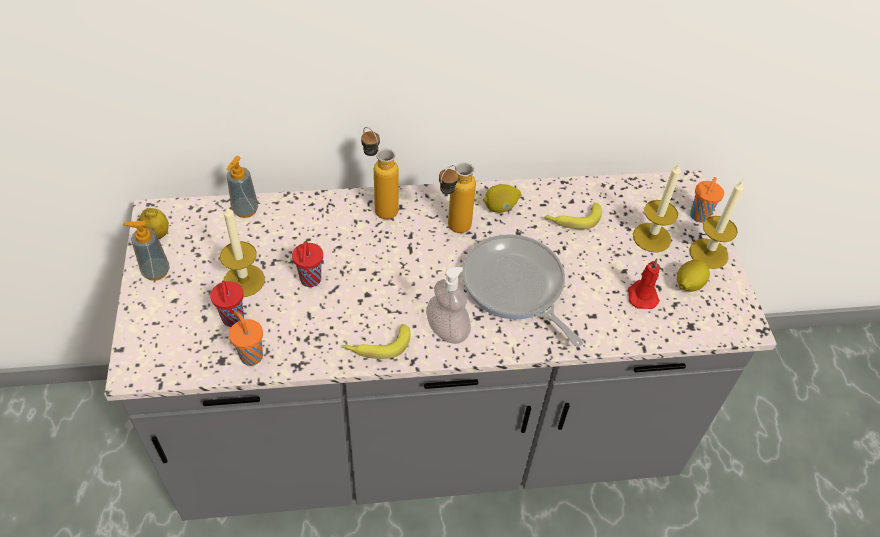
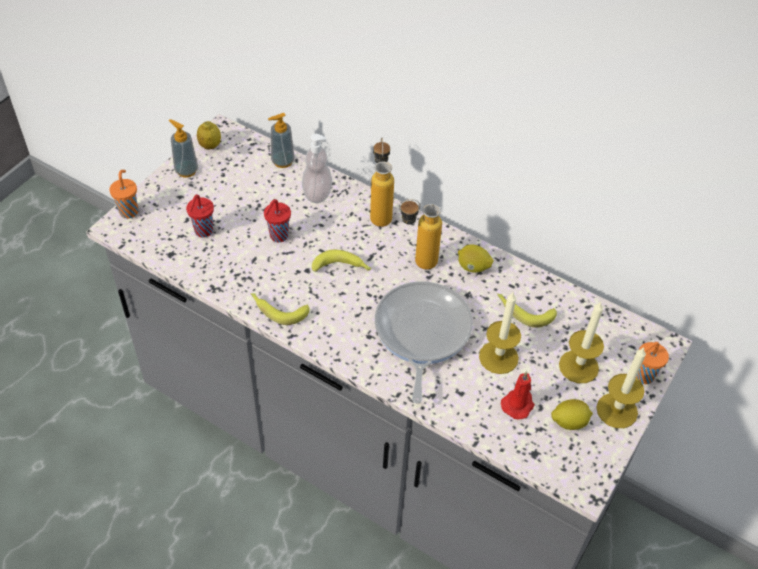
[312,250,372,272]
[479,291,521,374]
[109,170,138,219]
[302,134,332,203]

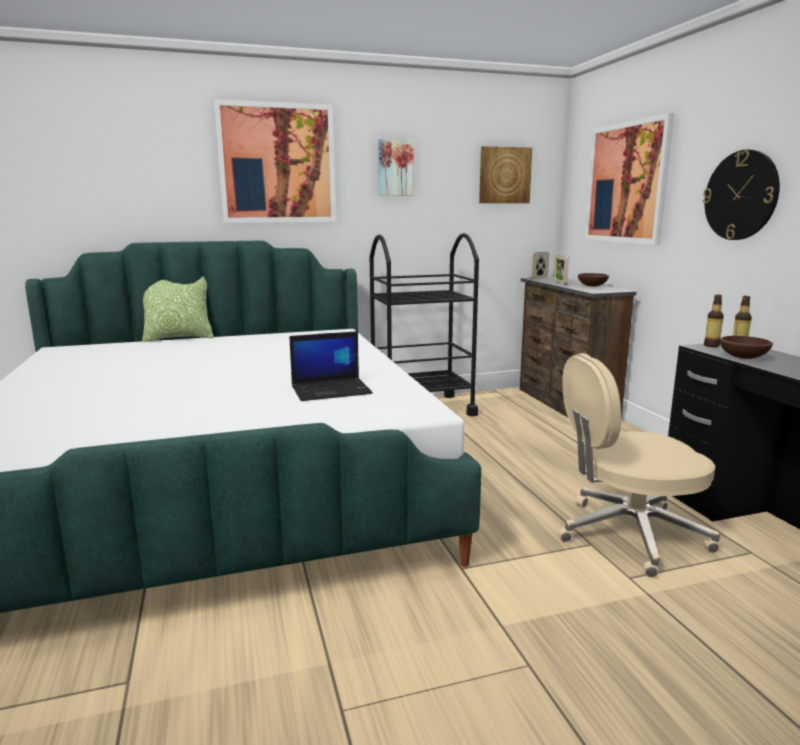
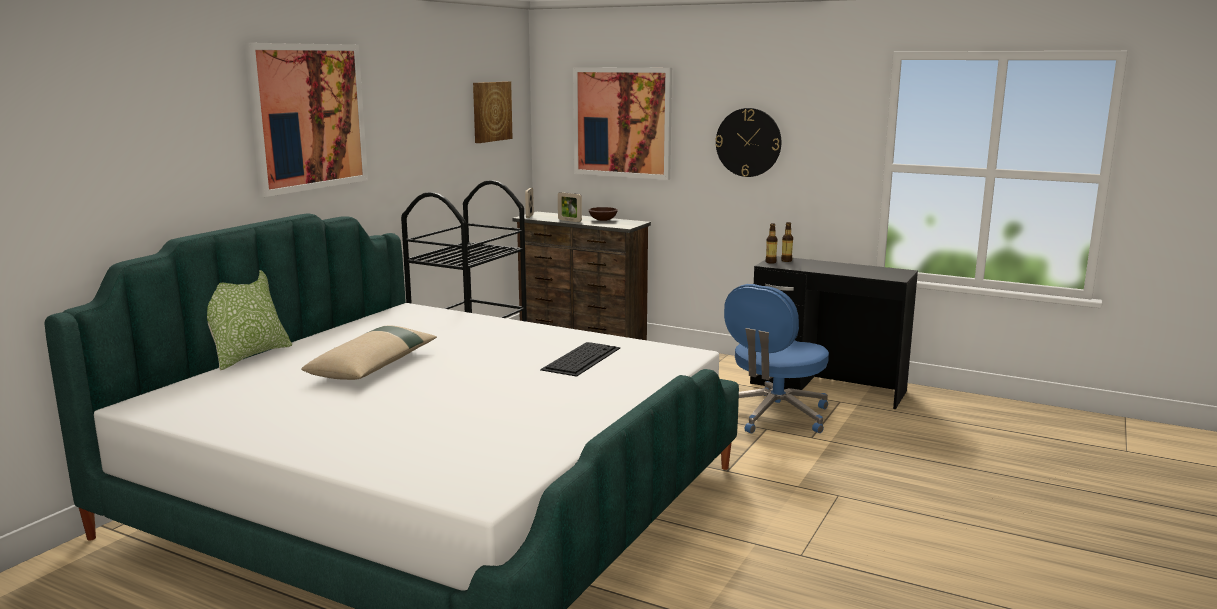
[378,139,414,196] (first image)
[719,336,773,359] (first image)
[301,325,437,380]
[540,342,620,377]
[724,284,829,434]

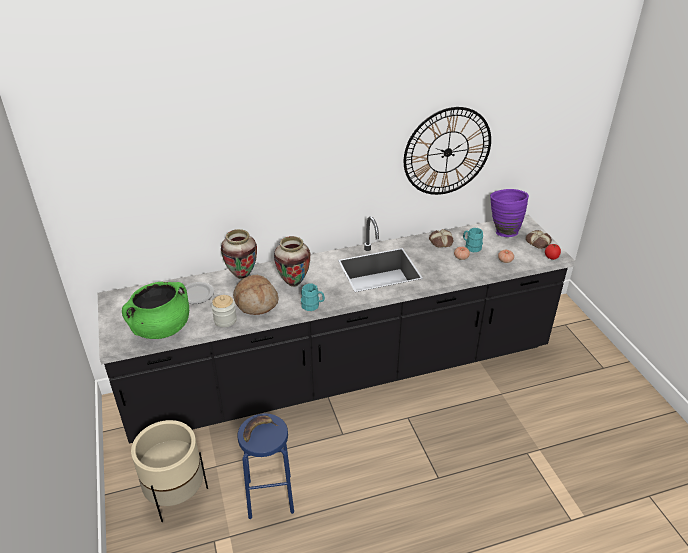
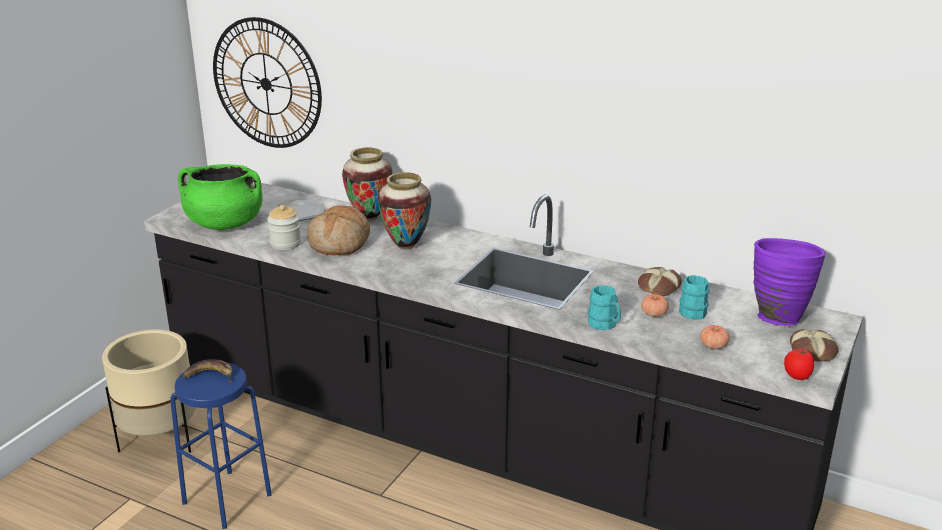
[587,285,621,330]
[213,17,322,148]

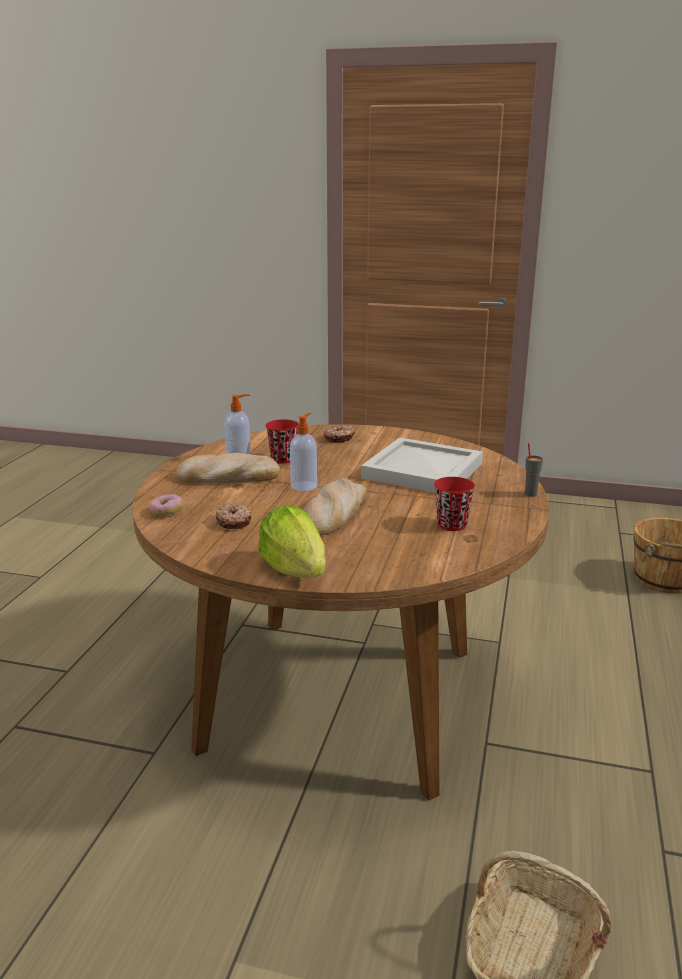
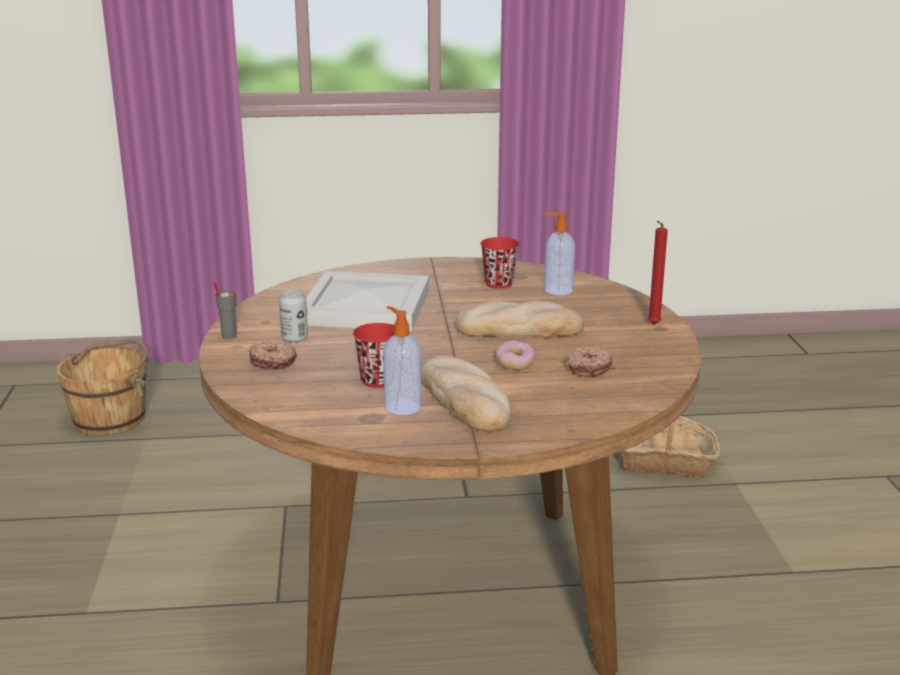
[279,289,308,343]
[495,340,535,370]
[544,212,575,295]
[214,282,237,339]
[648,221,668,324]

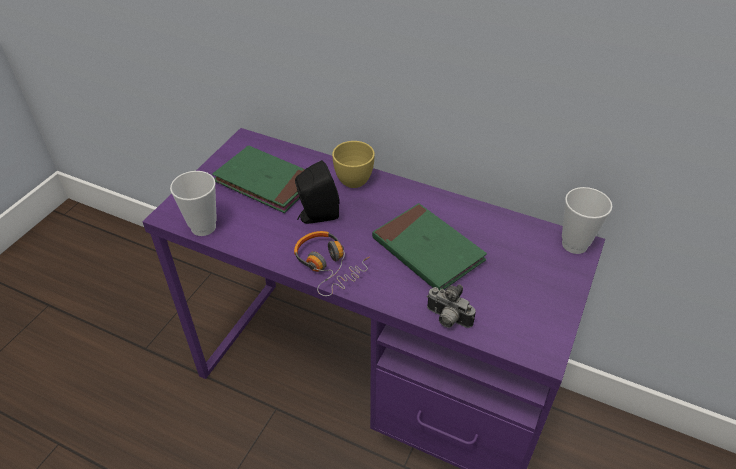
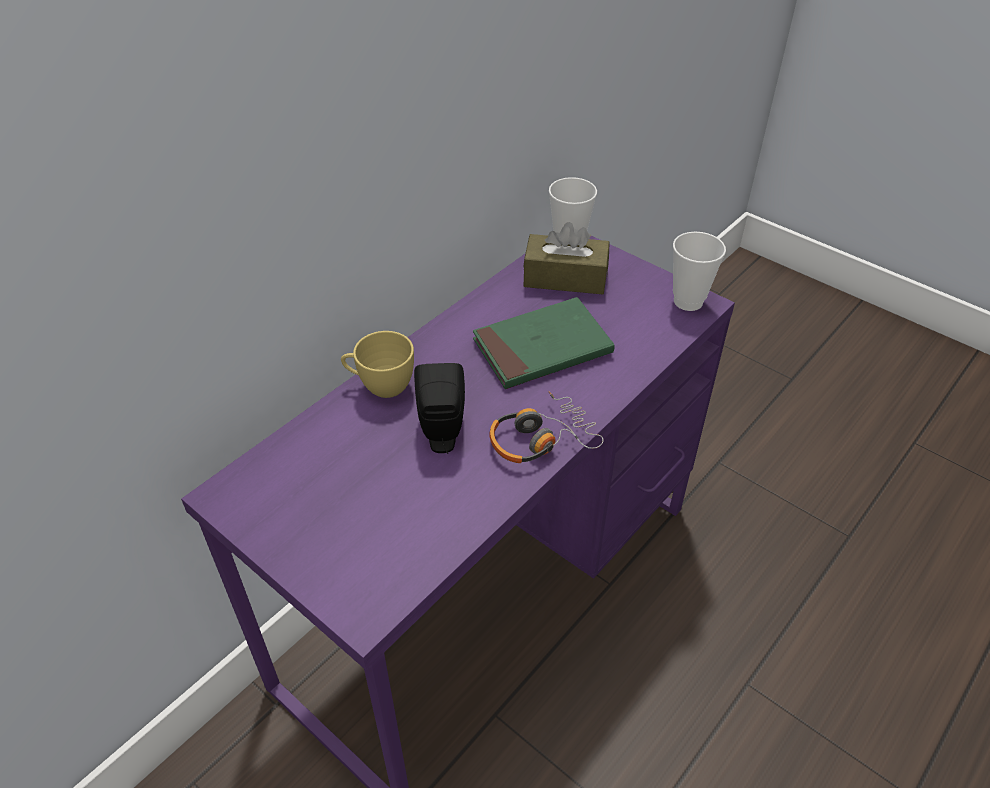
[212,145,305,213] (first image)
[427,284,476,328] (first image)
[523,222,610,295]
[673,232,726,311]

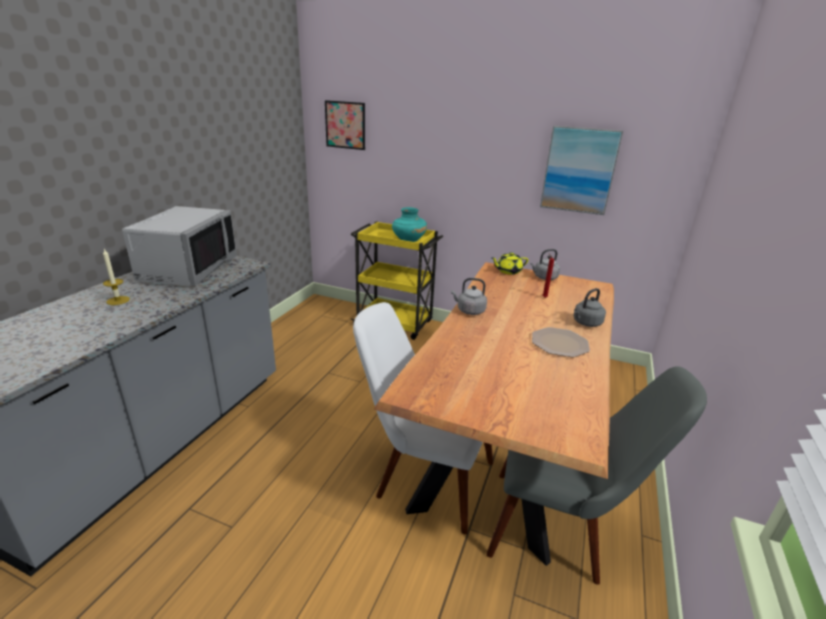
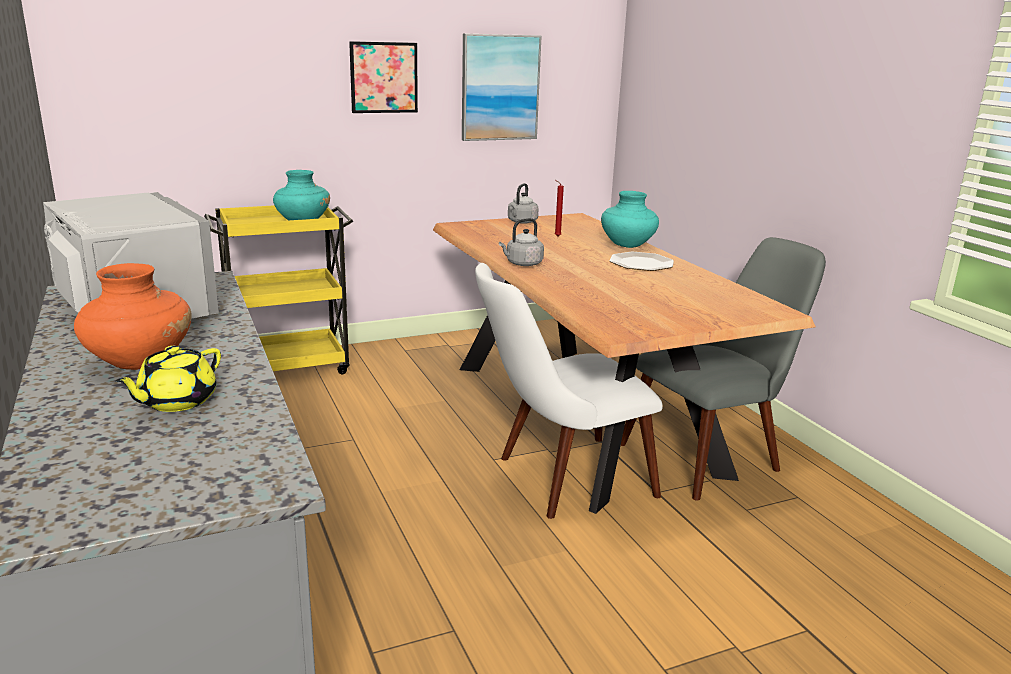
[349,41,418,113]
[115,346,221,412]
[74,263,192,370]
[601,191,659,248]

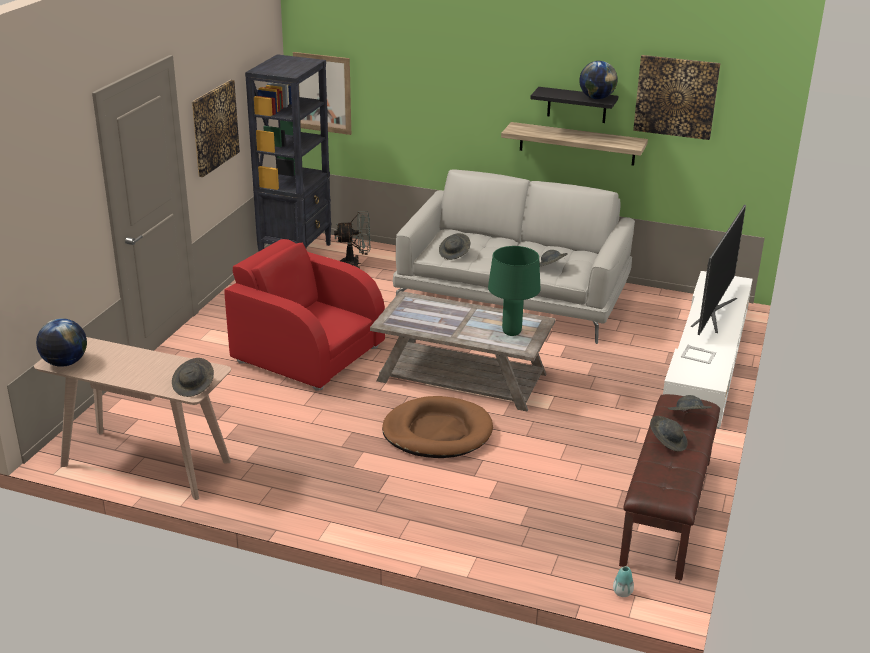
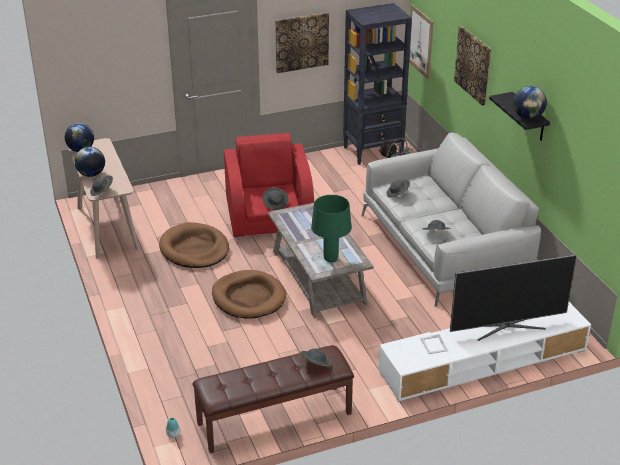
[501,122,648,166] (first image)
[75,147,105,177]
[159,222,229,268]
[454,26,491,106]
[262,187,288,210]

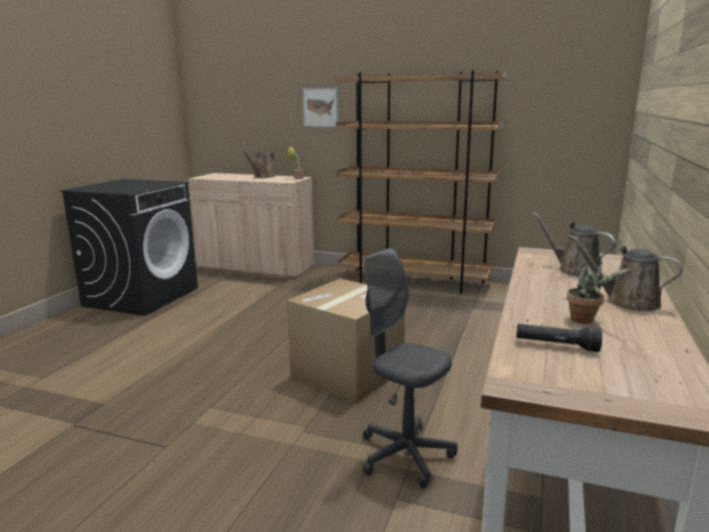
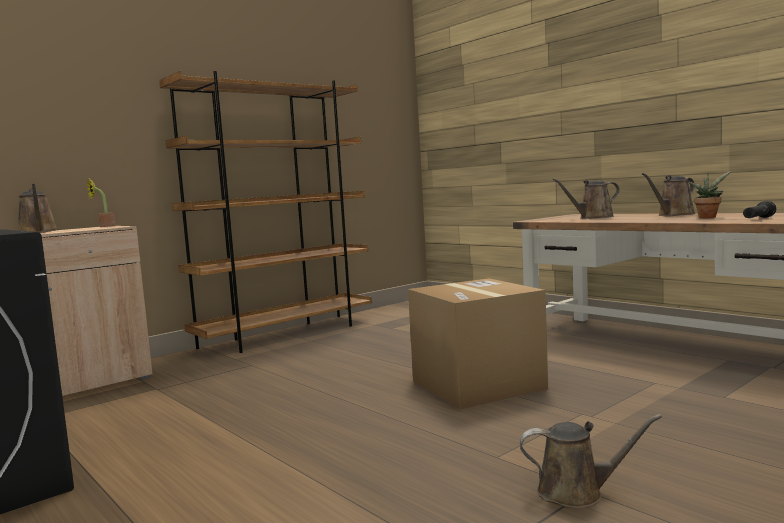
[302,88,338,127] (first image)
[362,248,458,489] (first image)
[520,414,662,509]

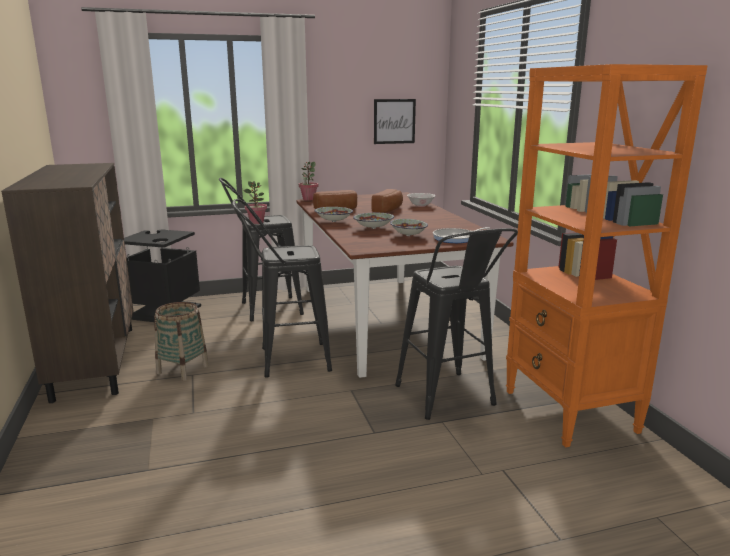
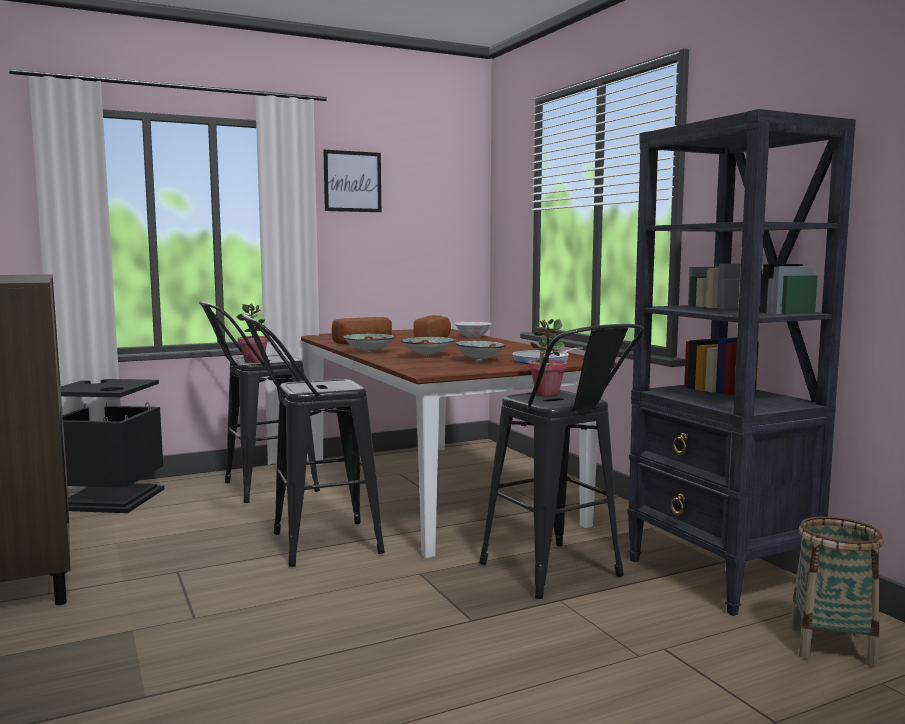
[790,516,884,667]
[528,319,567,395]
[323,150,381,212]
[627,109,856,616]

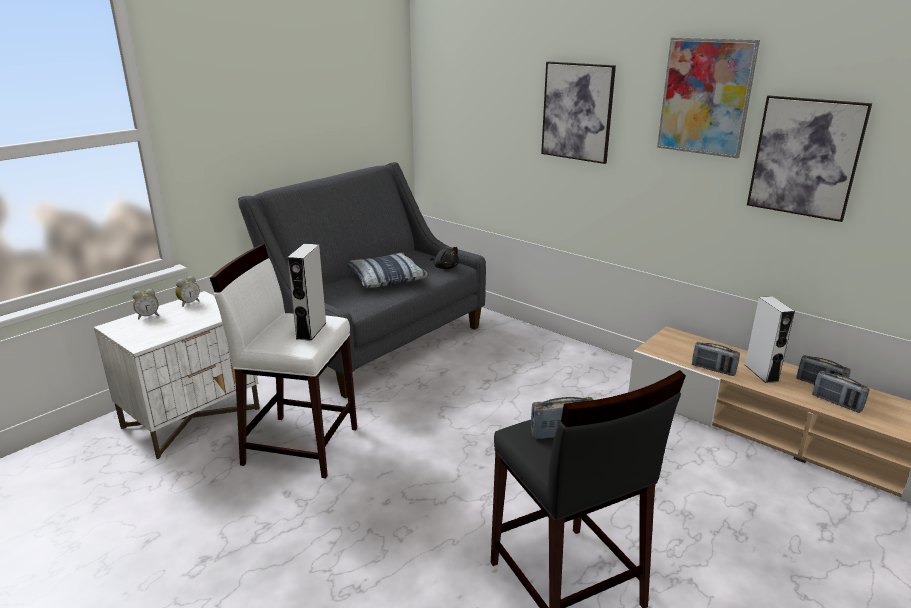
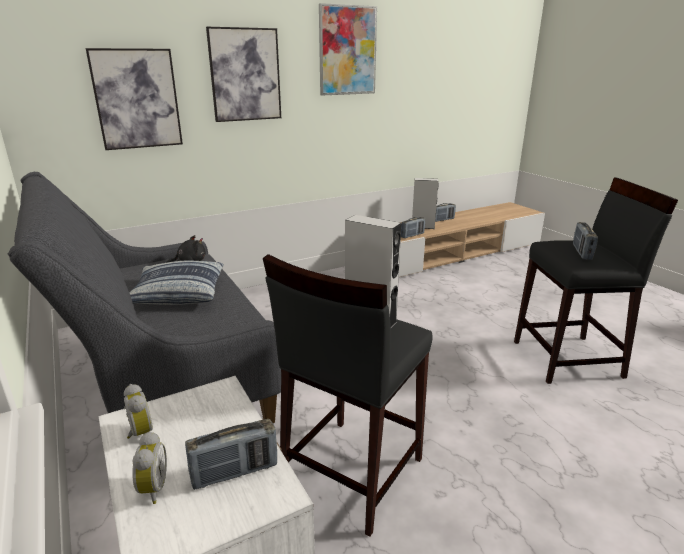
[86,48,183,150]
[185,419,277,490]
[263,254,432,537]

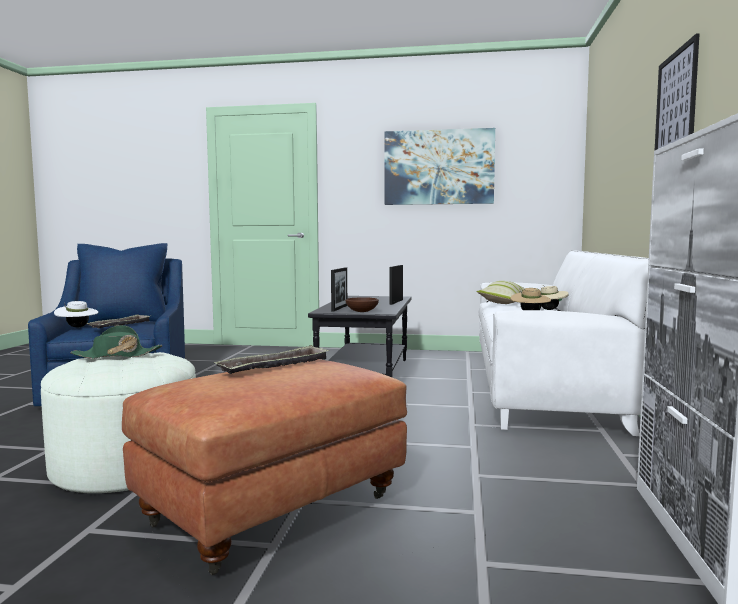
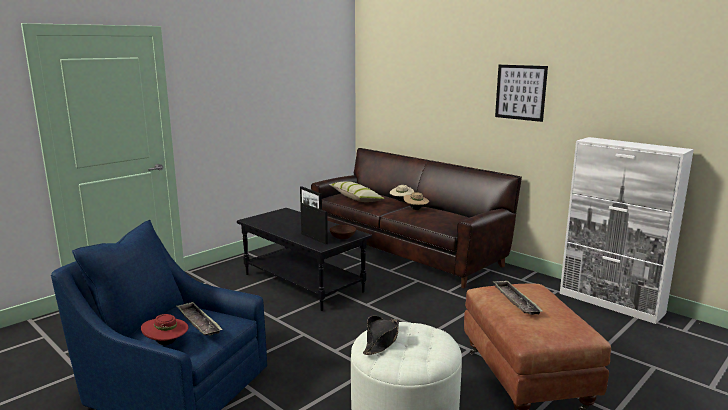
[384,128,495,205] (first image)
[141,314,189,345]
[363,315,399,355]
[311,148,522,288]

